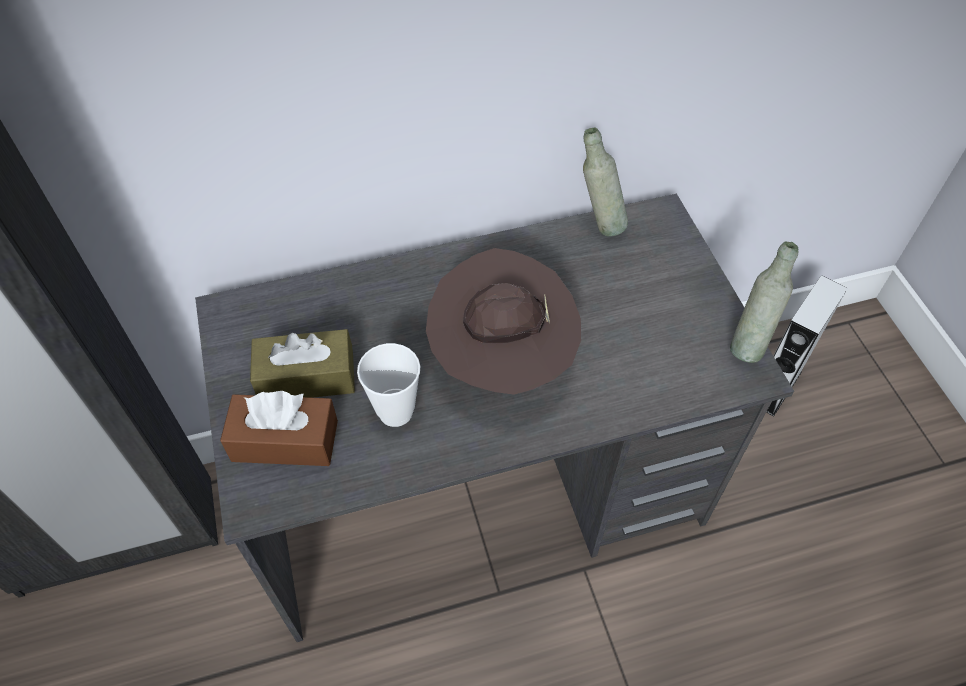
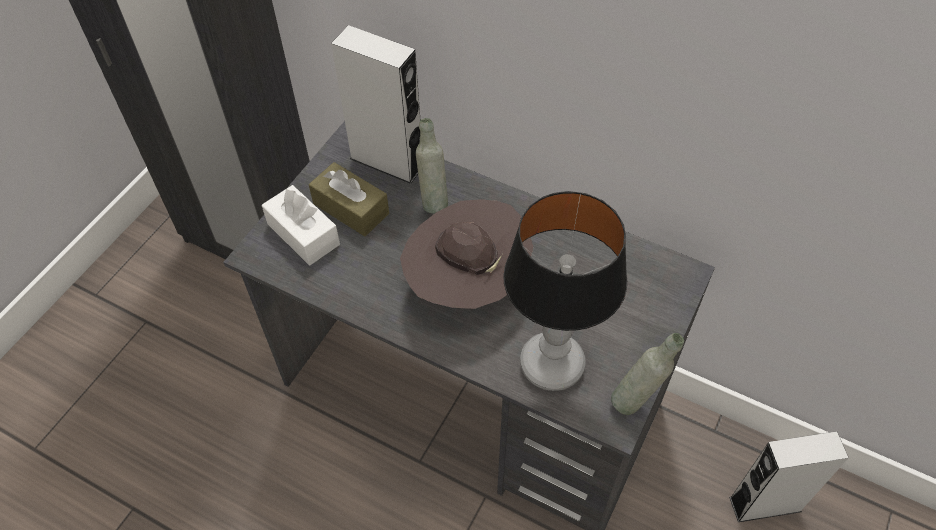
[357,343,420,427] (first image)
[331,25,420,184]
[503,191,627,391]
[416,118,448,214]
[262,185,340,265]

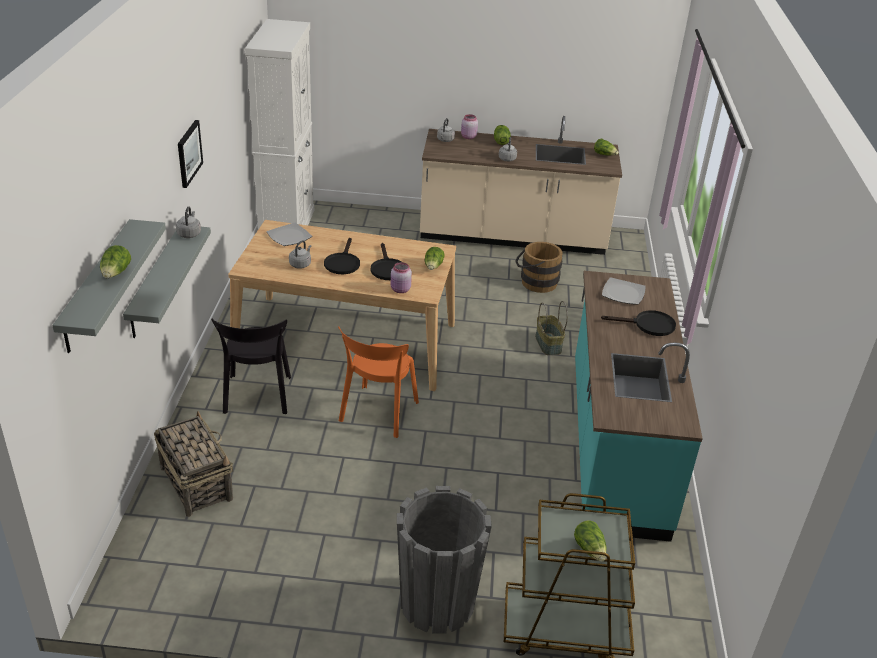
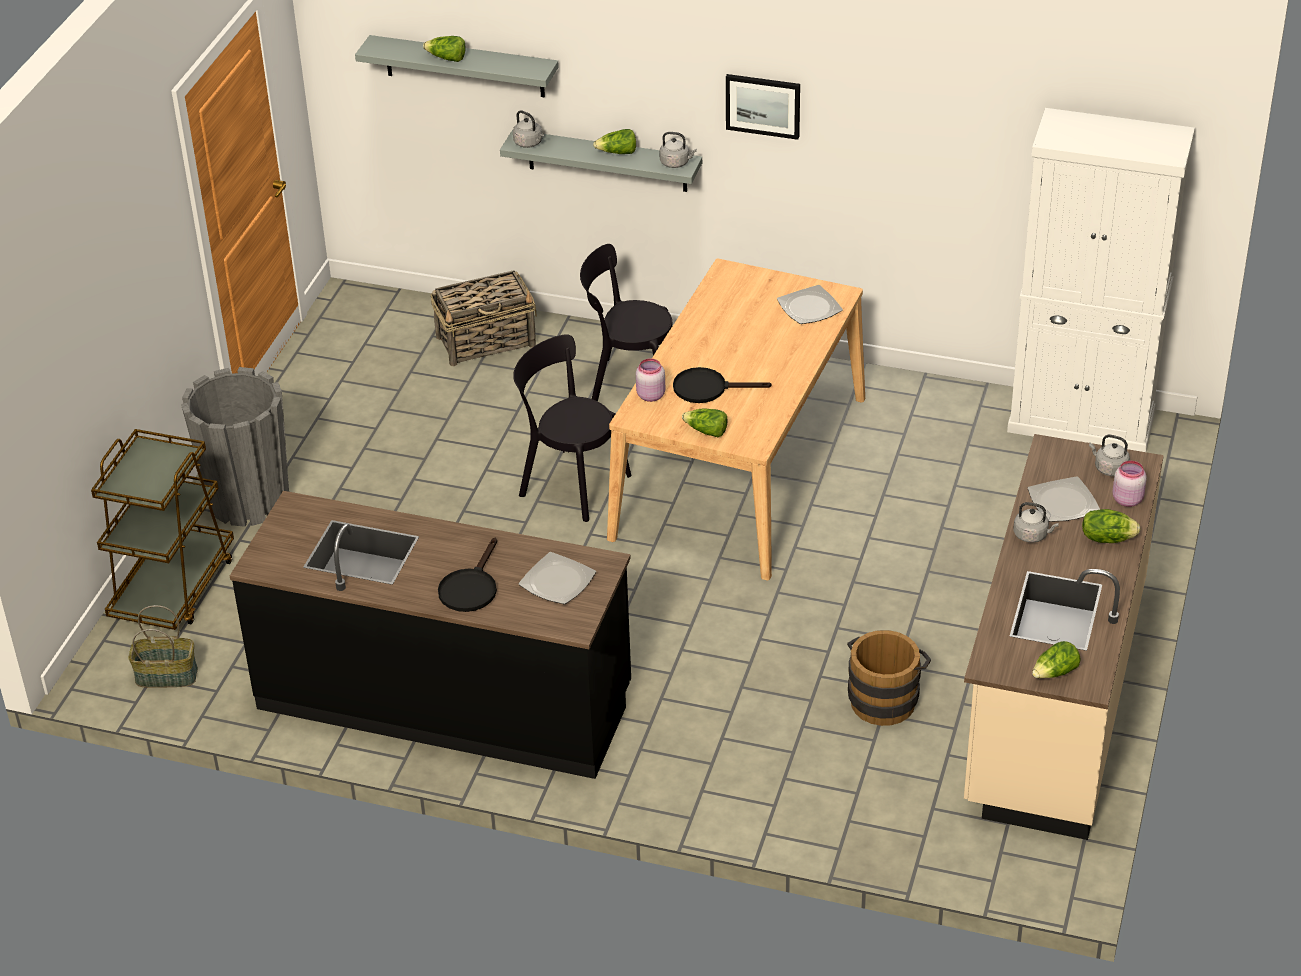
[324,238,360,274] (first image)
[1028,476,1100,522]
[513,110,544,148]
[128,605,198,688]
[593,129,636,154]
[513,334,631,522]
[230,491,631,779]

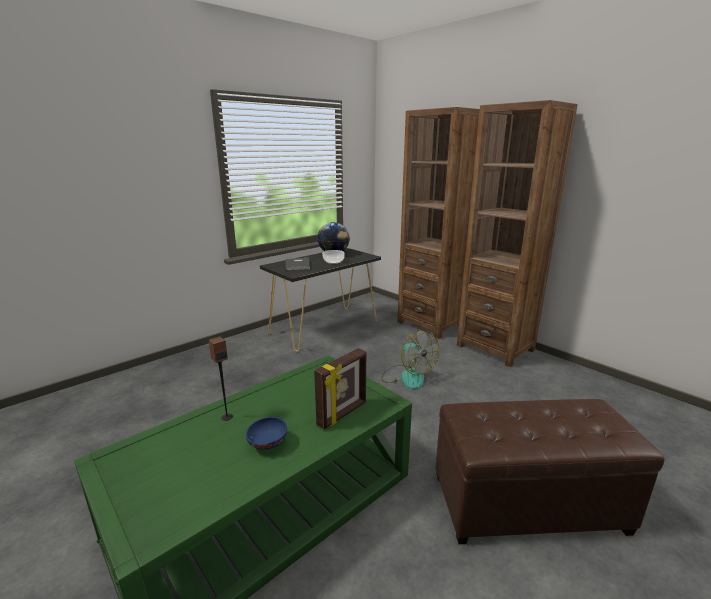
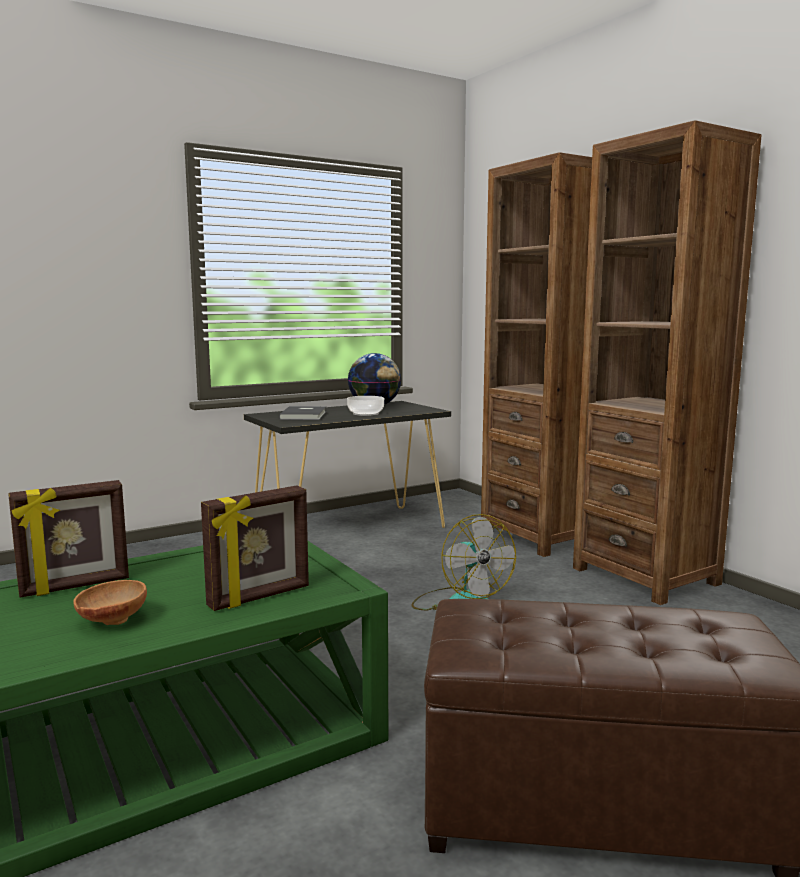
[8,480,129,598]
[73,580,147,625]

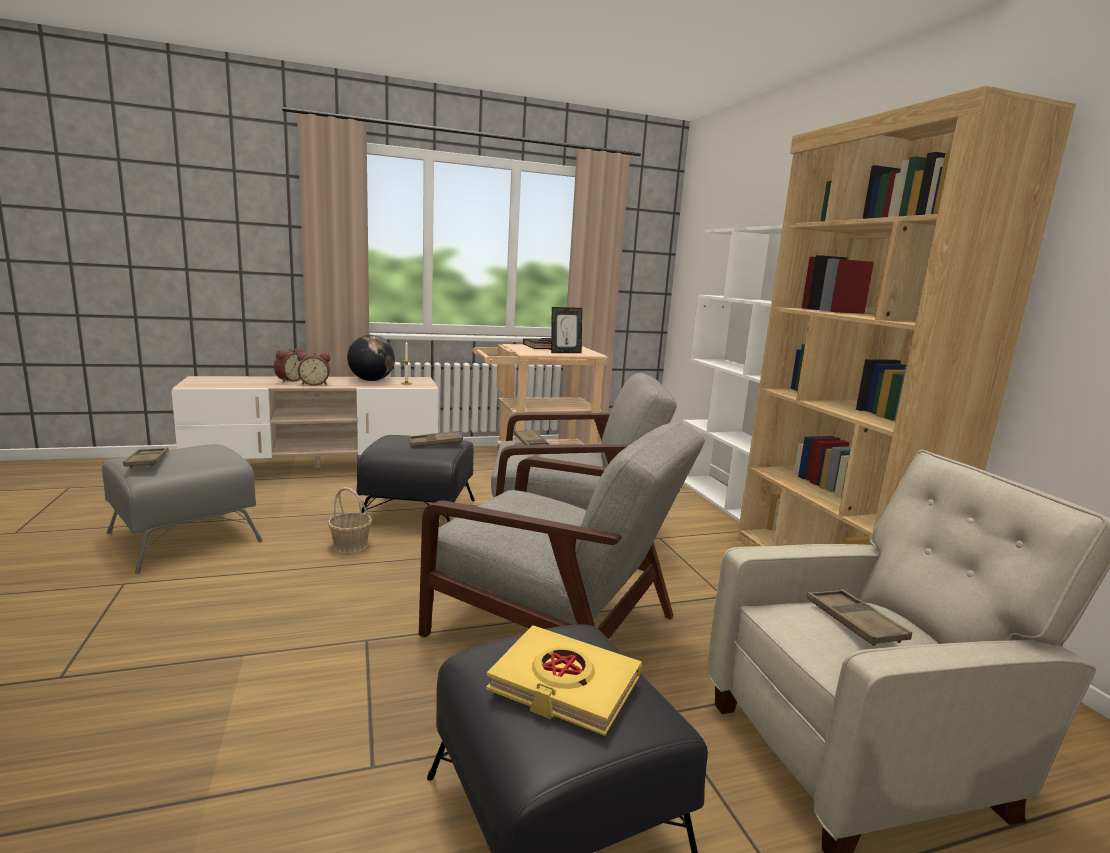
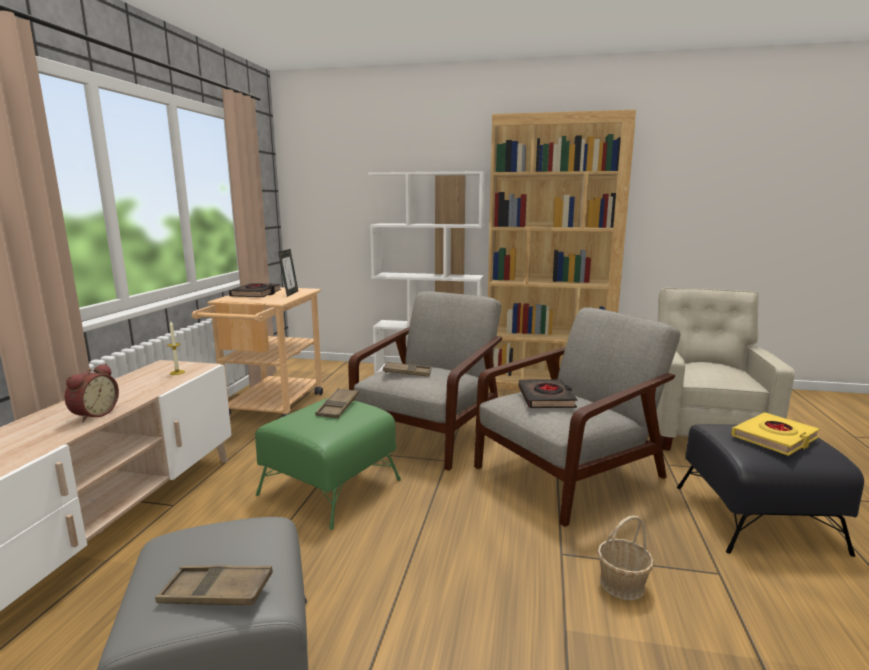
[274,348,303,382] (first image)
[347,335,395,381] (first image)
[807,589,912,646] (first image)
[519,379,577,408]
[597,516,654,600]
[255,398,401,530]

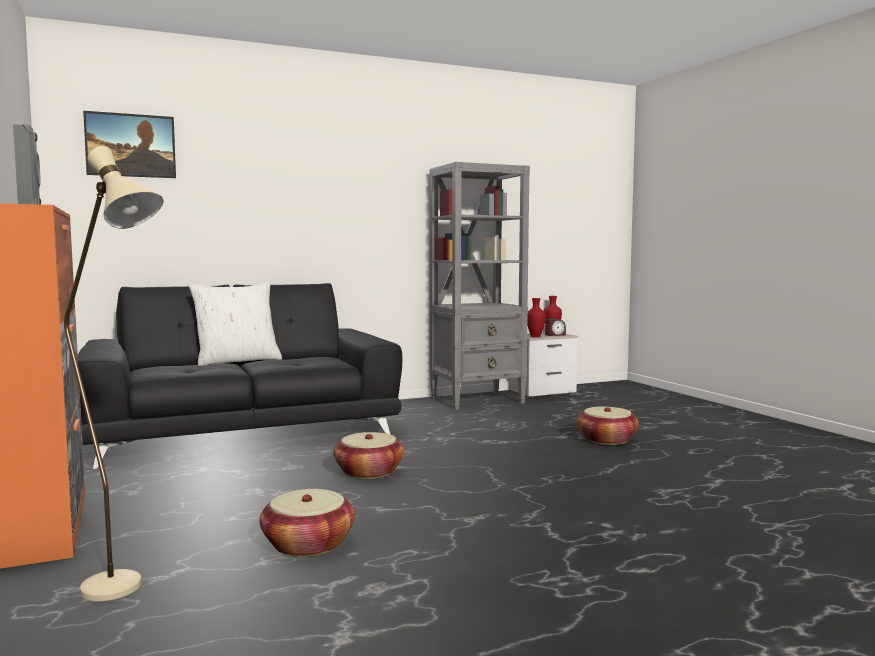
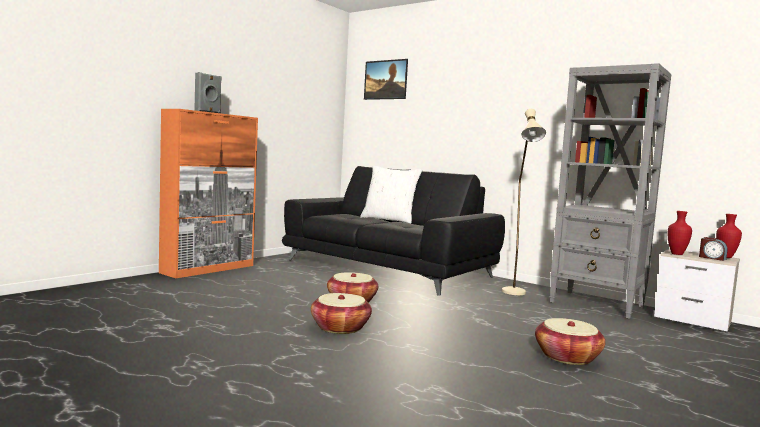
[502,109,546,295]
[311,293,372,334]

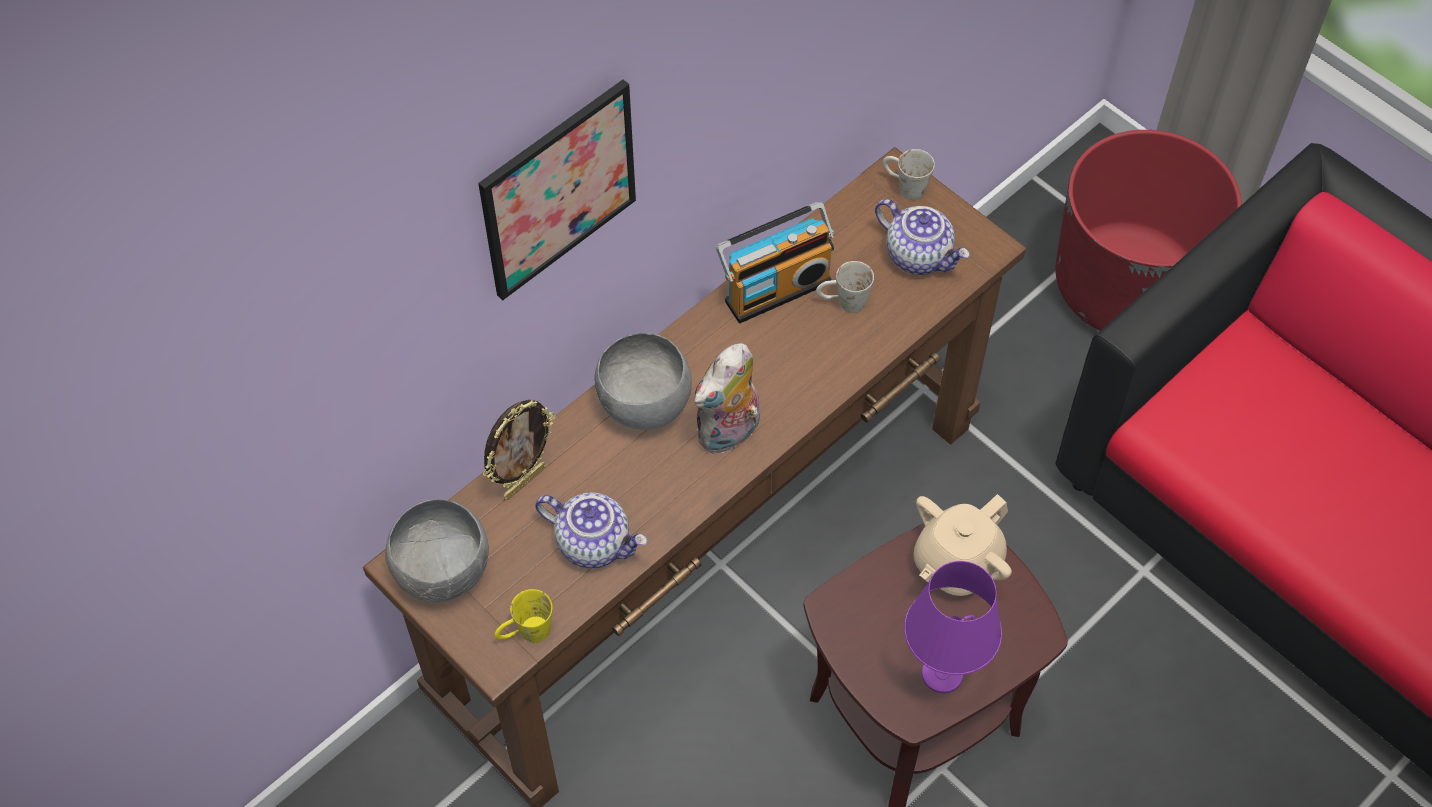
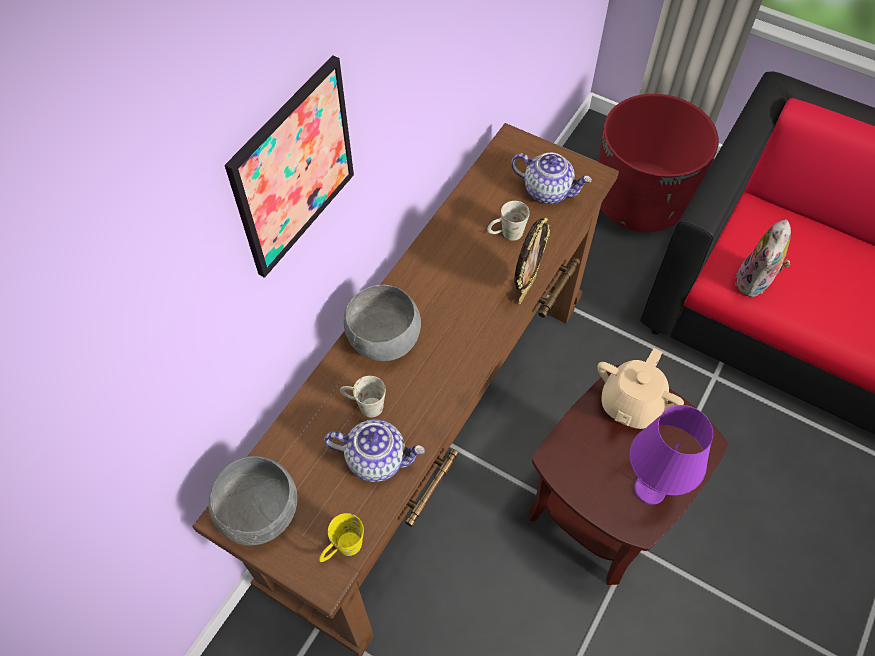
[716,202,834,323] (first image)
[514,217,550,304]
[735,219,791,297]
[340,376,386,418]

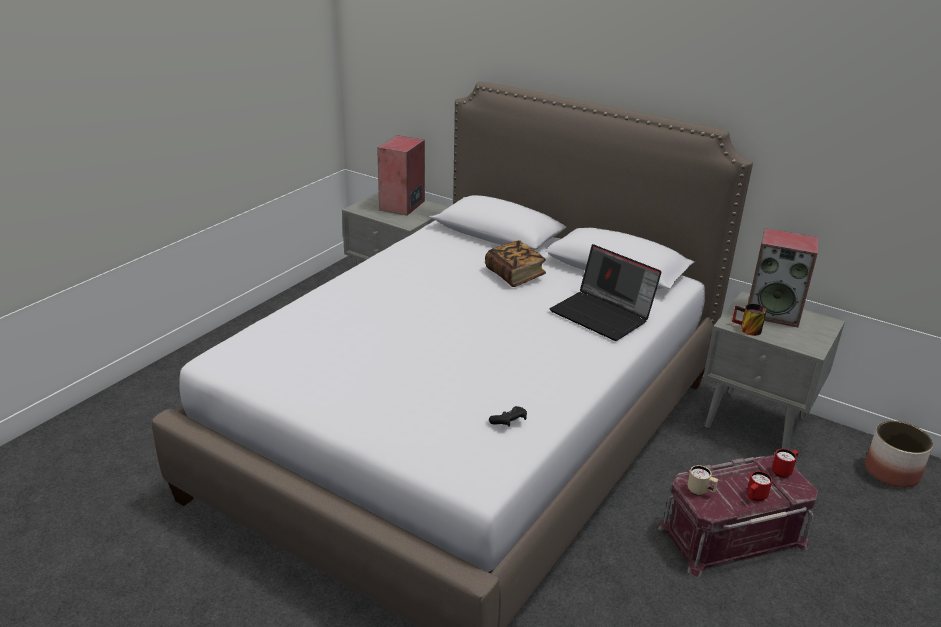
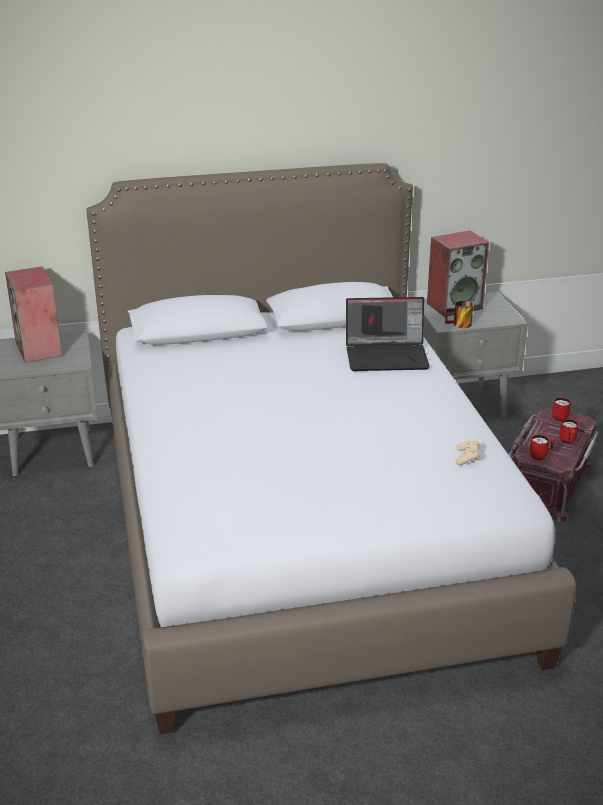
[485,240,546,287] (first image)
[865,421,933,488] (first image)
[456,440,480,465]
[530,435,555,460]

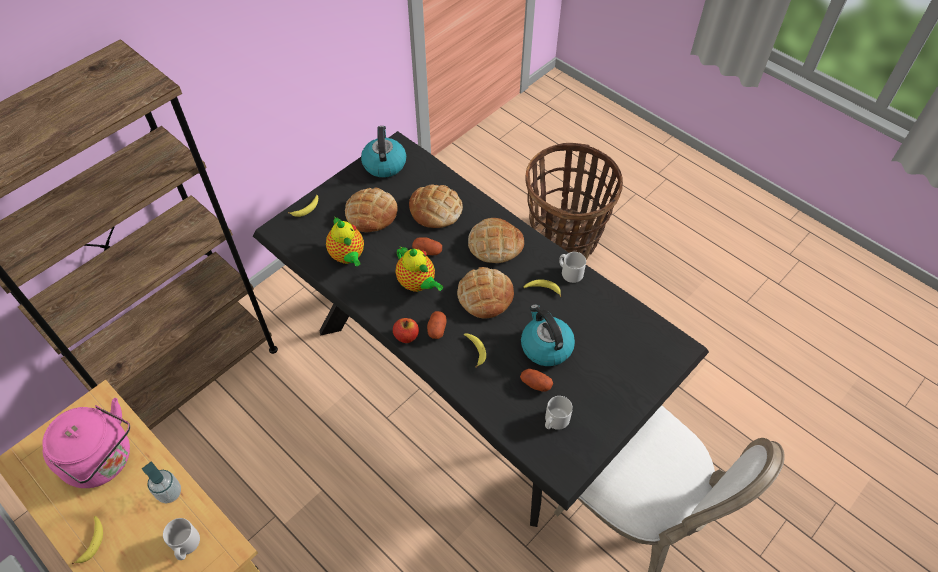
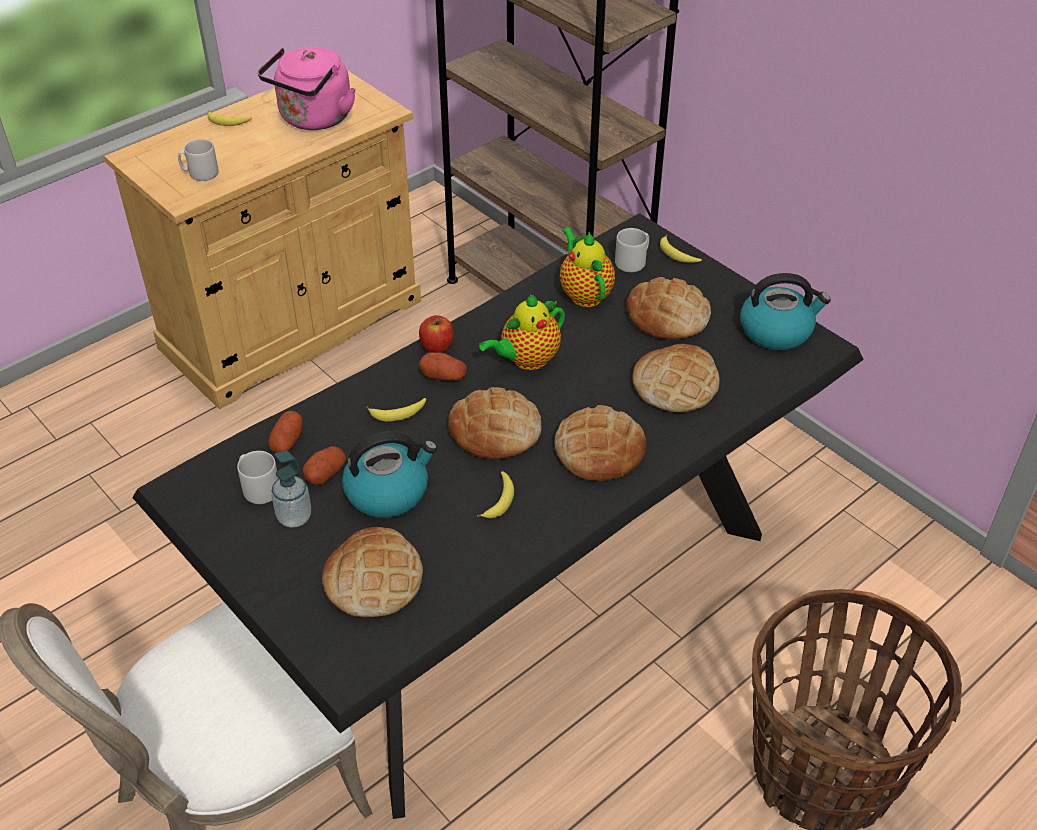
[322,527,423,617]
[271,450,311,528]
[268,411,303,453]
[615,228,649,272]
[560,227,615,307]

